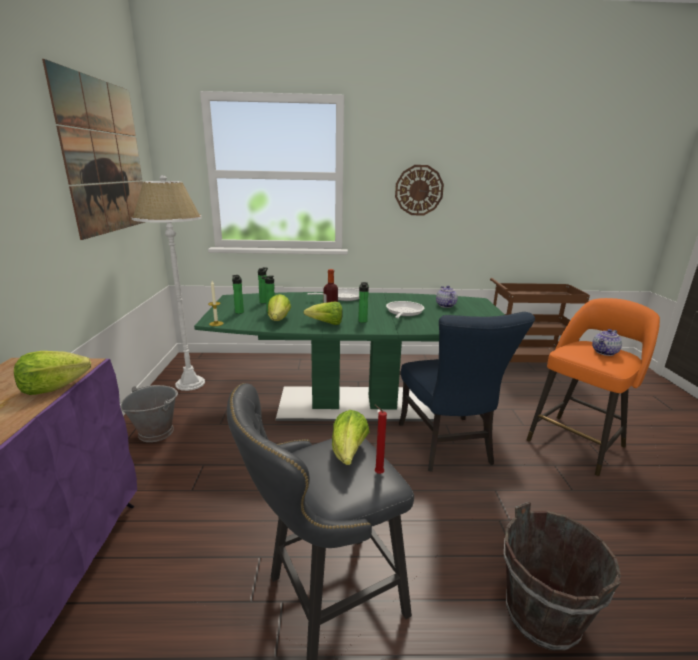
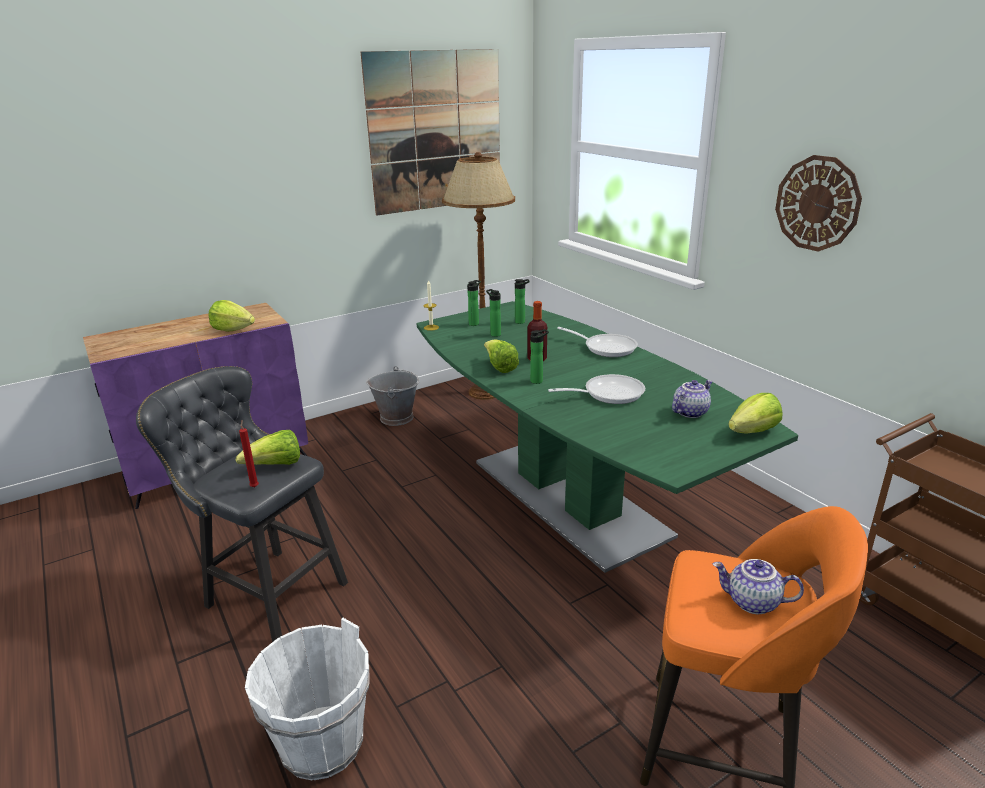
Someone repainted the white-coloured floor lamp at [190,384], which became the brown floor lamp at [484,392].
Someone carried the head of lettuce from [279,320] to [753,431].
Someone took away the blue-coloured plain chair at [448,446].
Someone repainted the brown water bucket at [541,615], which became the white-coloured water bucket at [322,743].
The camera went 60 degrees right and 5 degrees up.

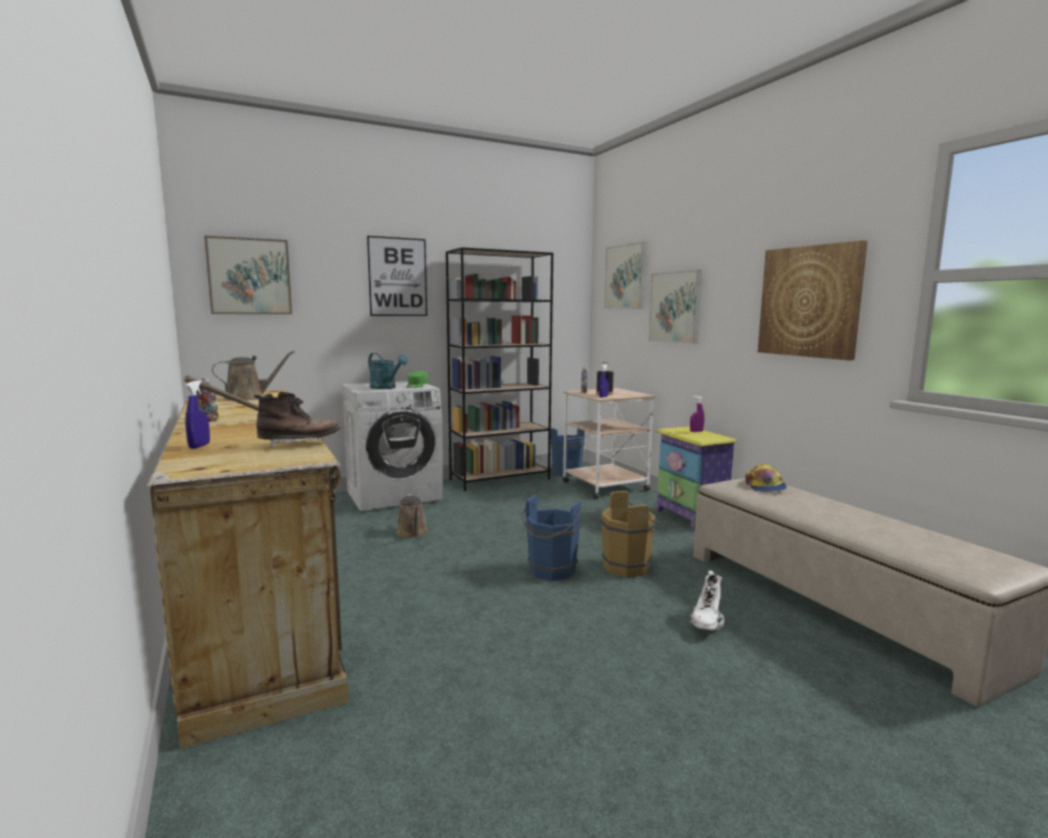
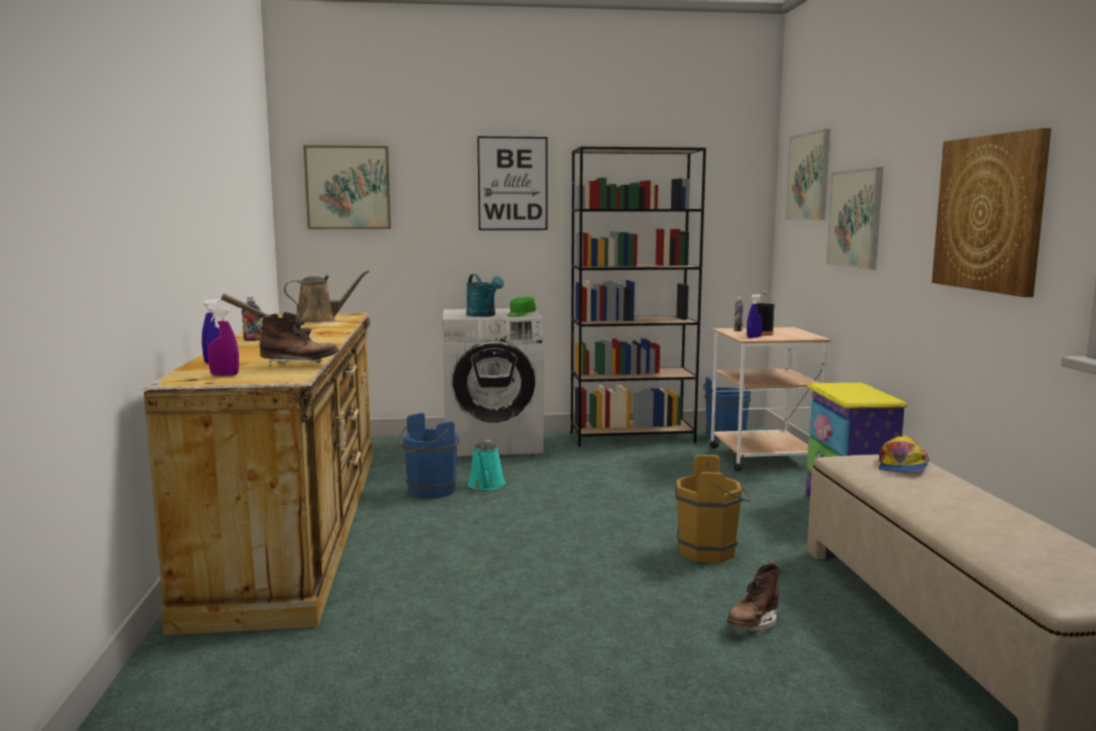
Someone repainted the brown sprinkling can at [412,533], which became the turquoise-coloured sprinkling can at [486,485].
Someone carried the blue-coloured water bucket from [550,572] to [428,492].
Someone repainted the white-coloured boot at [706,623], which became the brown boot at [753,623].
Someone carried the purplish sprayer from [696,431] to [224,375].
The camera went 20 degrees right and 0 degrees up.

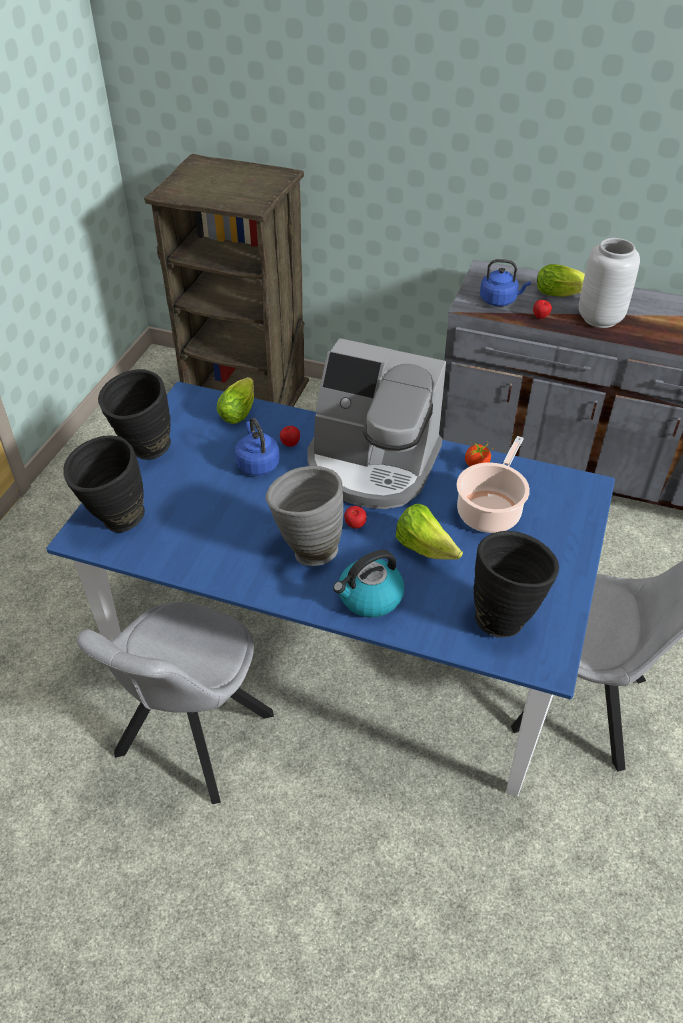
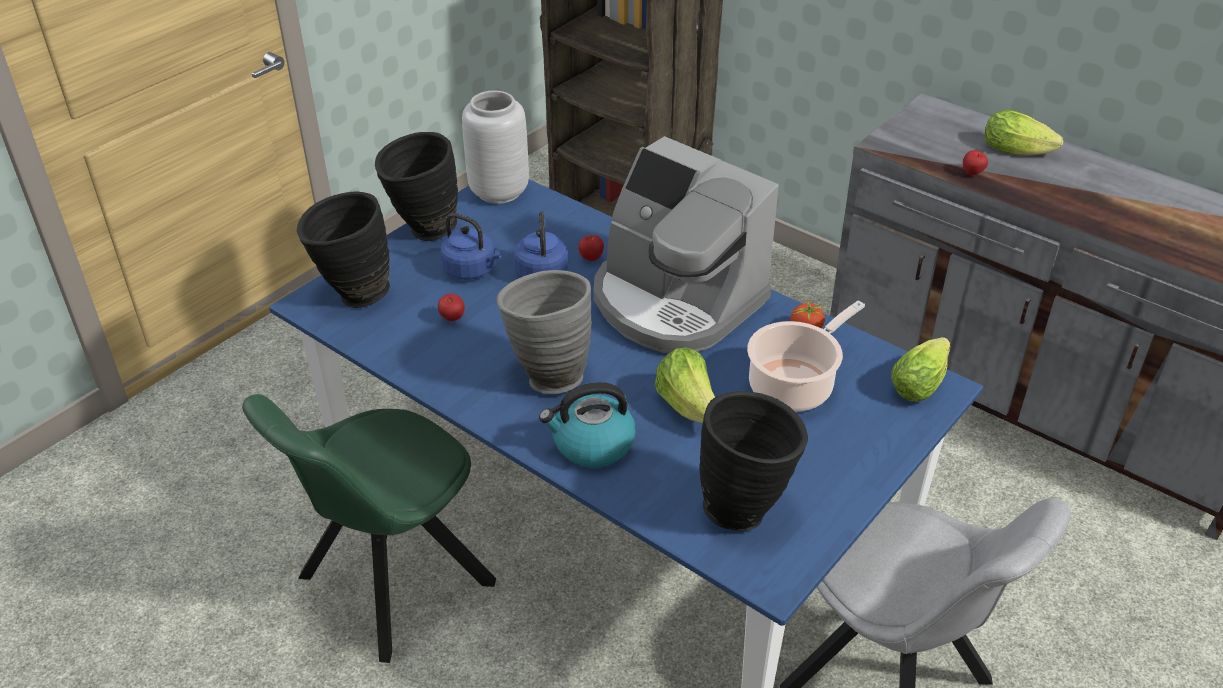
Someone repainted the gray plain chair at [192,737], which became the greenish plain chair at [392,582].
Someone carried the head of lettuce from [240,410] to [921,381].
Someone carried the whole apple from [355,526] to [452,319].
Someone carried the blue-coloured kettle from [500,300] to [472,270].
Someone carried the gray vase from [599,318] to [498,191].
The camera went 20 degrees right and 5 degrees down.

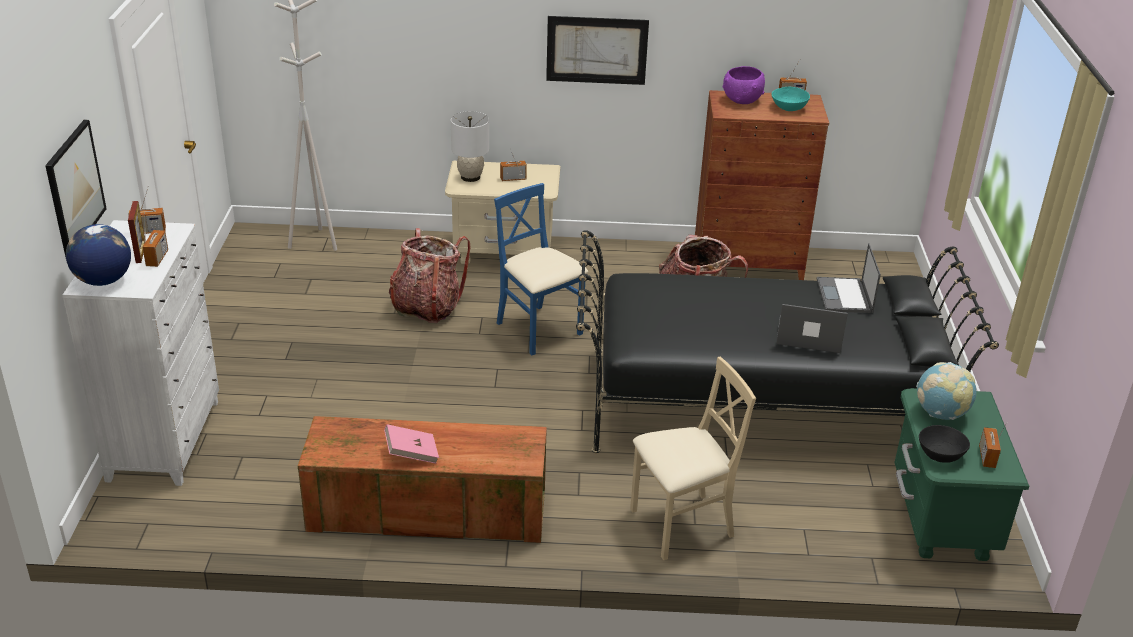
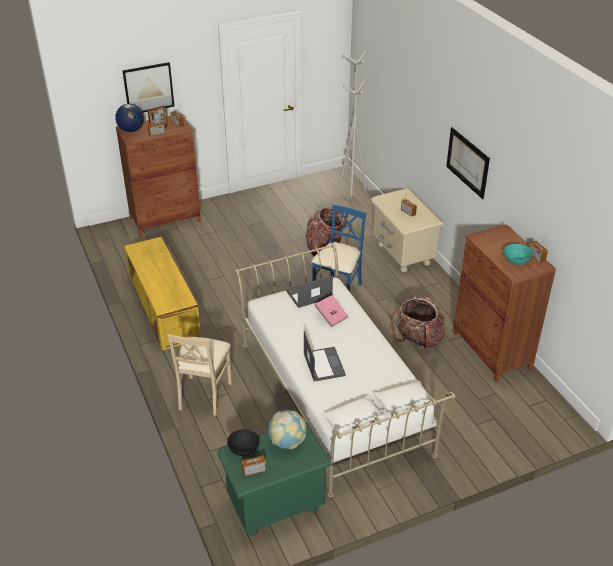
Someone repainted the white-coloured chest of drawers at [168,439], which became the brown chest of drawers at [166,220].
Someone repainted the brown bench at [425,512], which became the yellowish bench at [162,307].
Someone carried the pink-coloured book from [411,454] to [331,316].
Someone took away the white-coloured table lamp at [470,177].
Someone repainted the blackish sleeping bed at [759,406], which became the white-coloured sleeping bed at [333,397].
Someone rotated the beige plain chair at [681,525] by 60 degrees clockwise.
Someone took away the purplish serving bowl at [742,100].
Someone carried the portable computer from [845,296] to [308,294].
The camera went 65 degrees right and 5 degrees up.

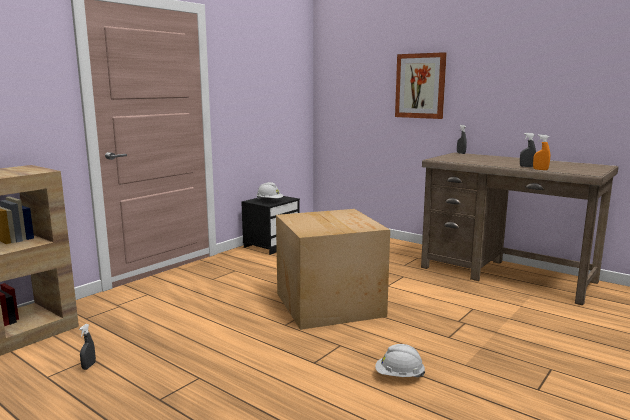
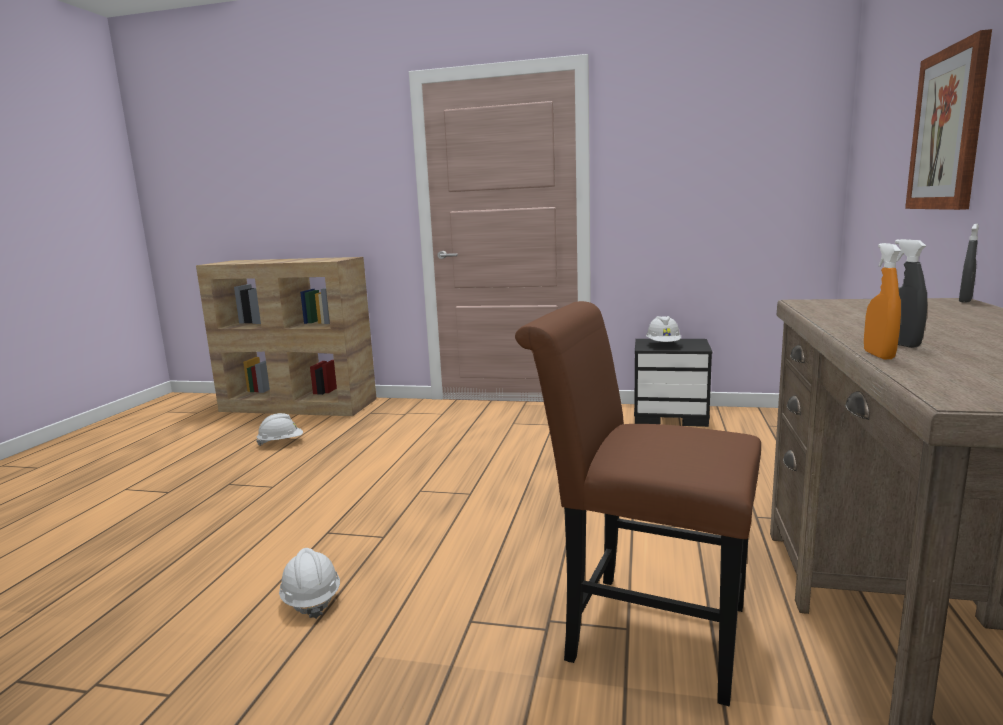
Someone swapped the gray sprayer at [89,366] for the white-coloured safety helmet at [281,442].
Someone took away the carton at [330,304].
Someone put down the brown plain chair at [642,629].
The camera went 65 degrees right and 0 degrees up.

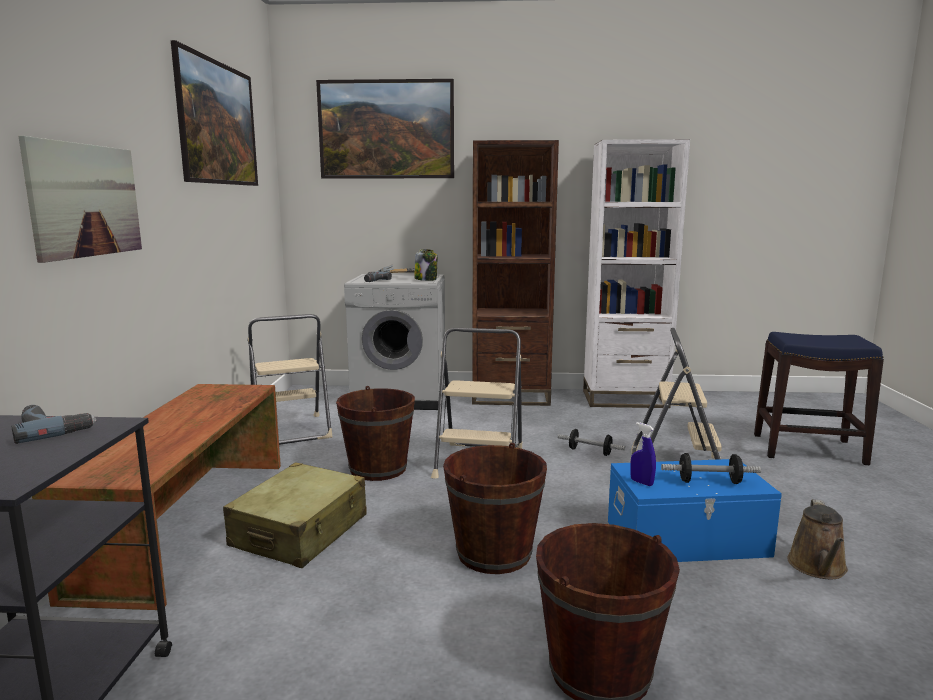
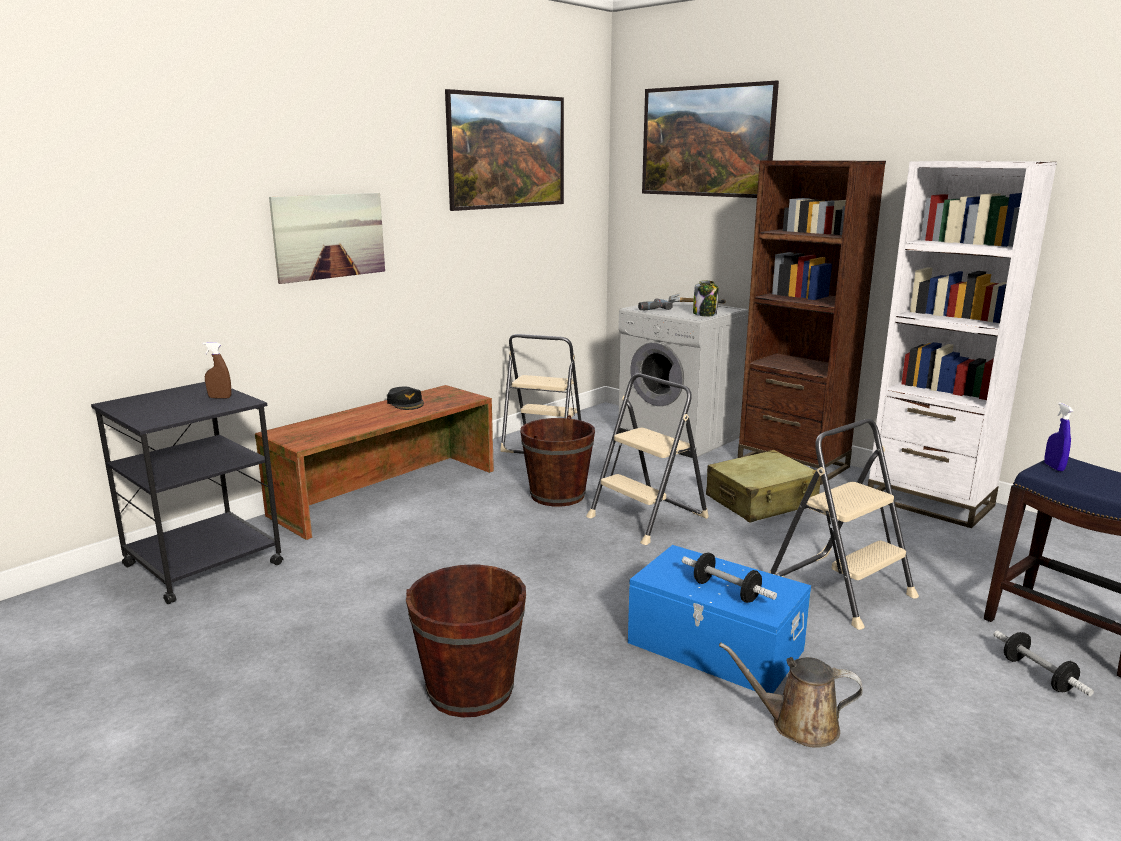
Someone swapped the power drill at [53,428] for the brown sprayer at [220,397].
Someone carried the beige suitcase from [300,531] to [761,501].
Someone took away the brown water bucket at [494,553].
Someone carried the dumbbell from [590,452] to [1037,675].
Someone carried the blue-coloured sprayer from [641,482] to [1054,467].
Someone rotated the brown sprinkling can at [818,568] by 45 degrees clockwise.
Someone put down the blackish peaked cap at [406,403].
The camera went 40 degrees right and 5 degrees up.

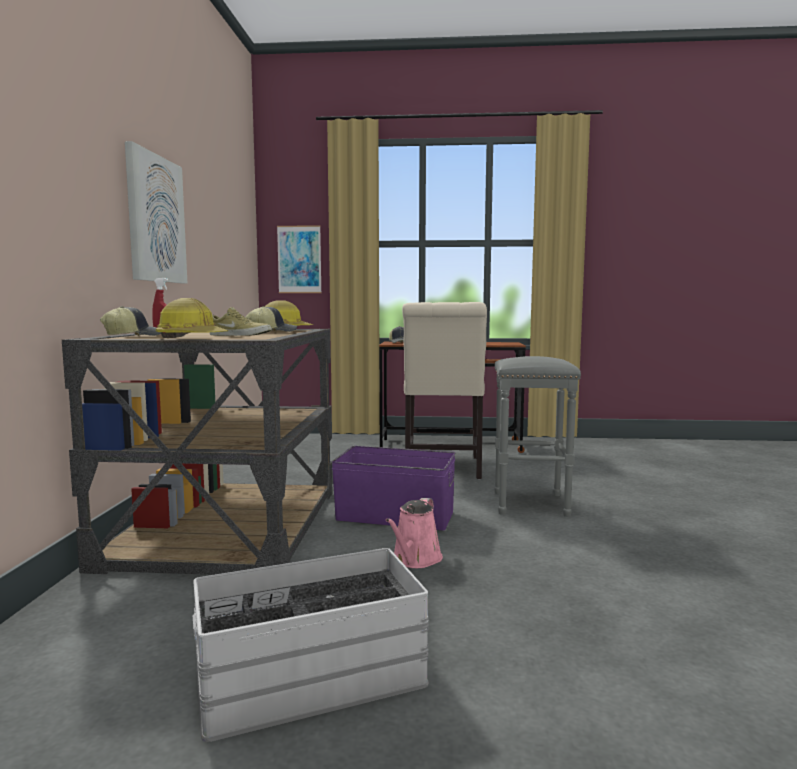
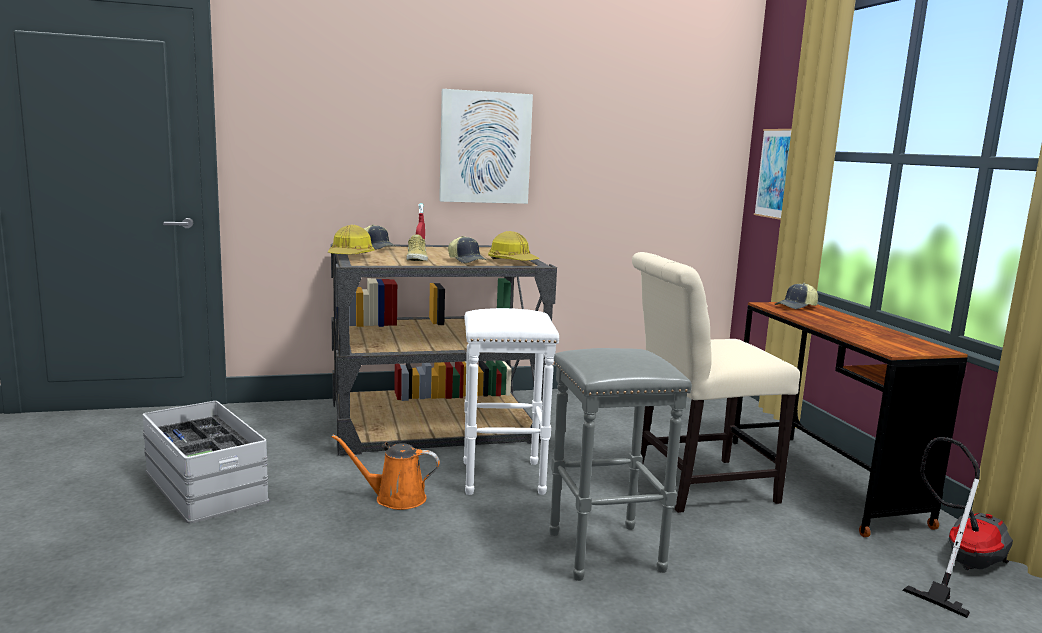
Someone swapped the purplish storage container at [395,516] for the white-coloured stool at [501,478].
Someone repainted the pink-coloured sprinkling can at [415,560], which became the orangey sprinkling can at [395,498].
Someone put down the vacuum at [960,565].
The camera went 70 degrees right and 5 degrees up.

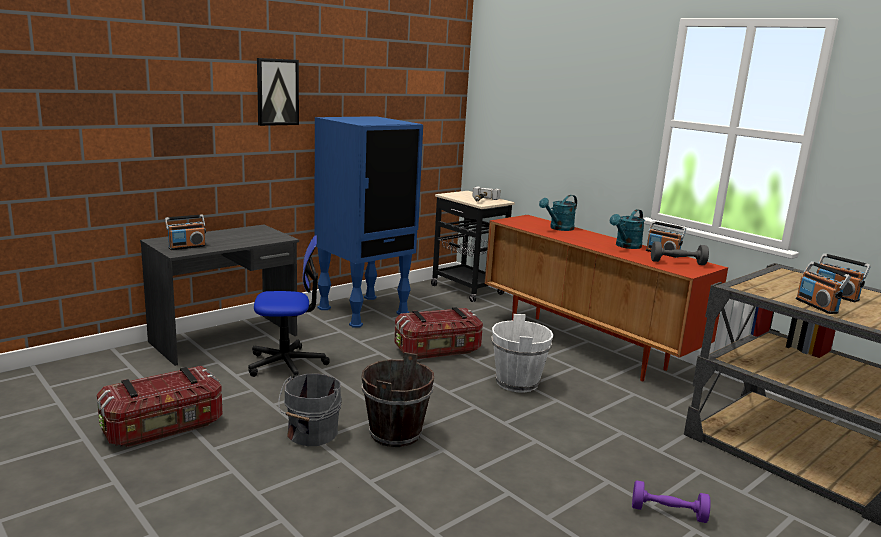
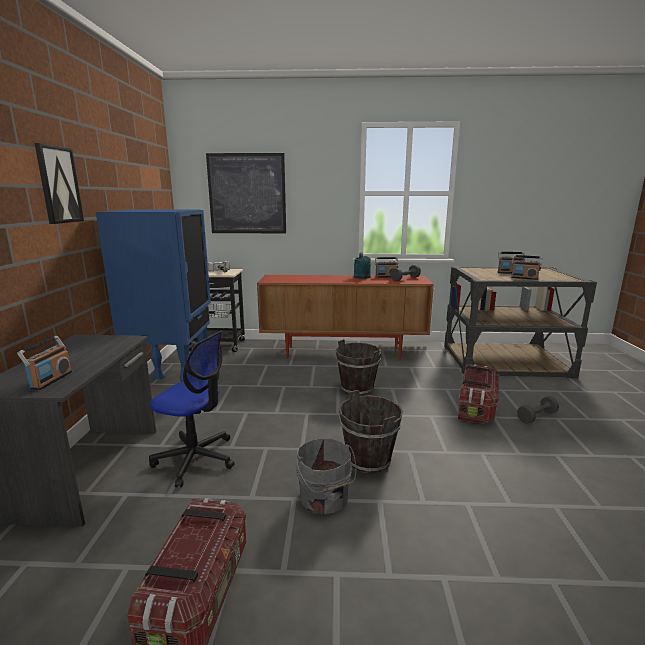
Someone rotated the computer chair at [287,364] by 75 degrees clockwise.
Someone carried the storage container from [438,351] to [476,407].
Someone repainted the white-coloured water bucket at [517,383], which became the brown water bucket at [357,388].
Someone took away the turquoise-coloured sprinkling can at [558,228].
Someone repainted the purplish dumbbell at [668,513], which became the gray dumbbell at [536,417].
Someone put up the picture at [247,194].
The camera went 45 degrees left and 0 degrees up.

